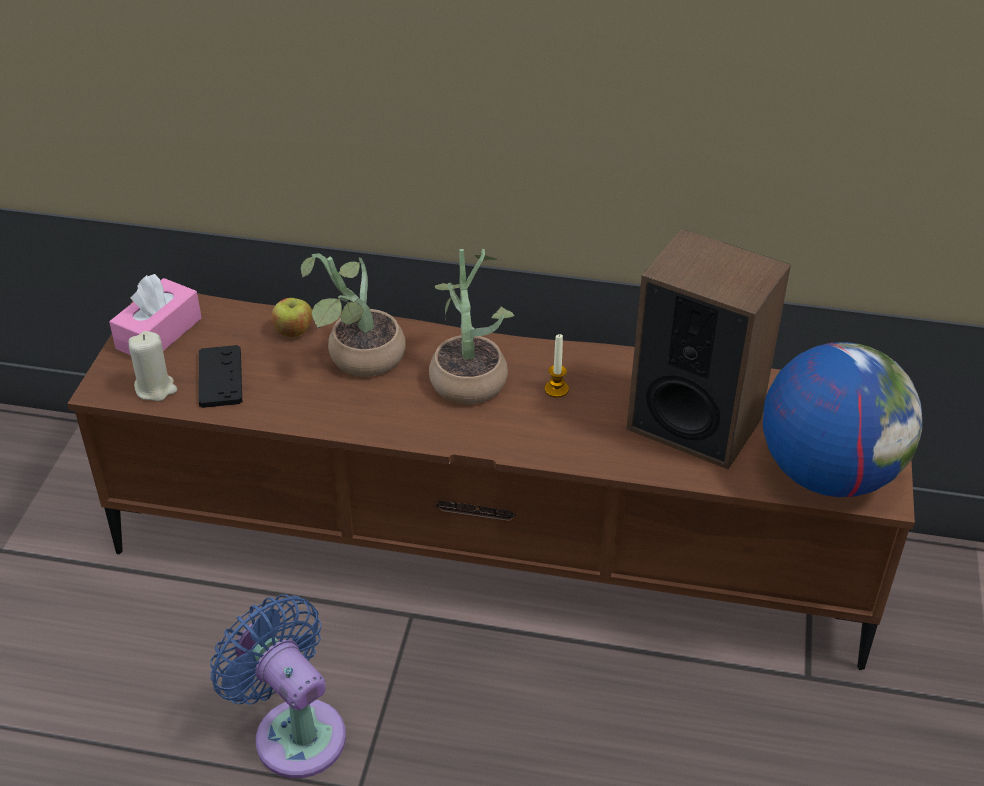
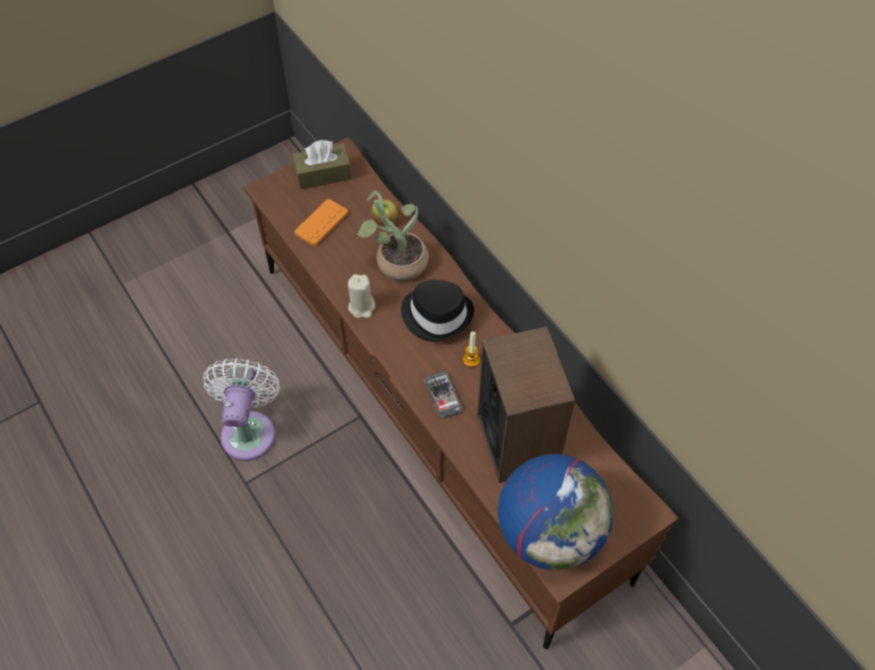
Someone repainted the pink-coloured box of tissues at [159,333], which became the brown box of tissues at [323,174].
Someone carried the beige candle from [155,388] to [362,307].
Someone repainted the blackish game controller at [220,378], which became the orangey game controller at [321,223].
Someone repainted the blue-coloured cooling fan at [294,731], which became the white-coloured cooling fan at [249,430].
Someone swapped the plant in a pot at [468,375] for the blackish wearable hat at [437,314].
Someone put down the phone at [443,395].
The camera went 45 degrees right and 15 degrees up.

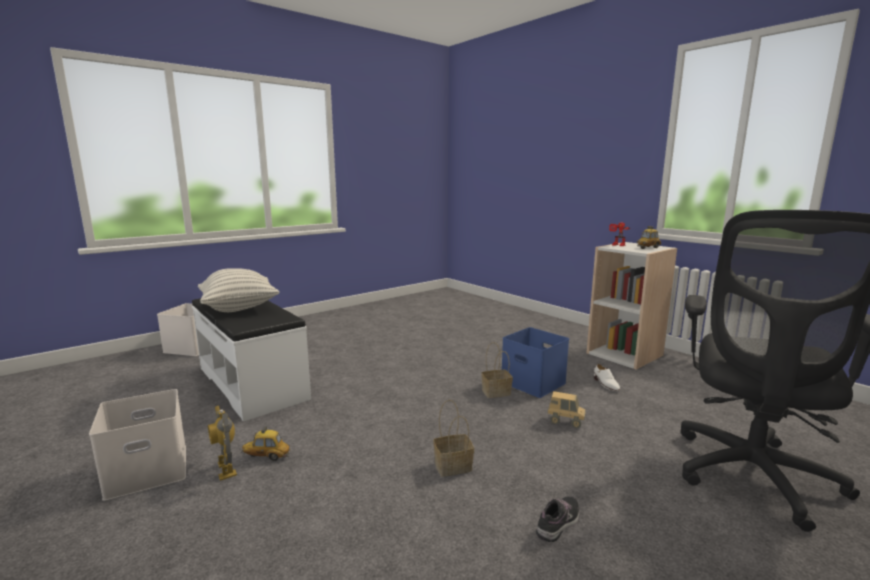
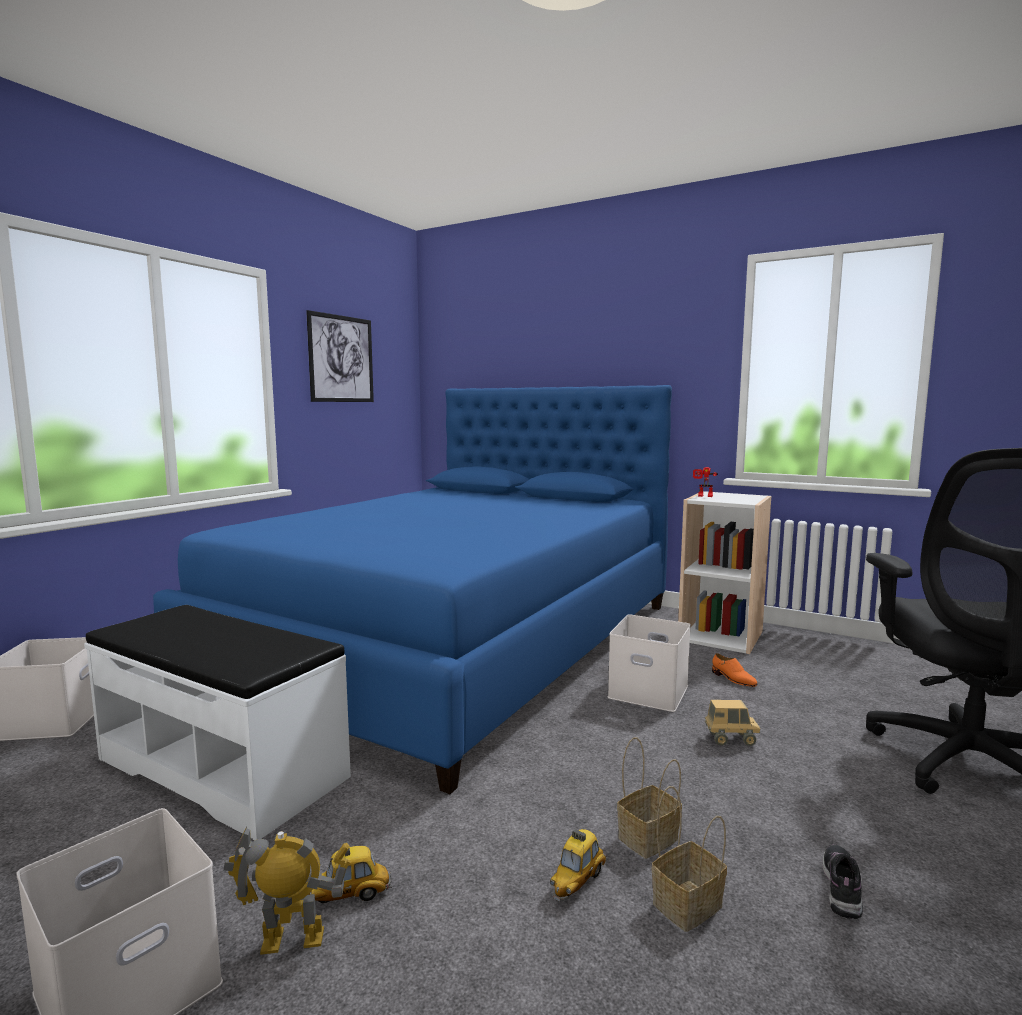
Someone took away the cushion at [239,308].
Someone rotated the robot figure at [226,469] by 135 degrees clockwise.
Someone carried the storage basket from [496,392] to [687,903].
Someone repainted the blue-coloured storage container at [534,382], which became the white-coloured storage container at [650,691].
Someone repainted the white-coloured item of footwear at [605,384], which became the orangey item of footwear at [733,679].
Someone carried the model car from [647,248] to [577,881].
Someone put down the blue-coloured sleeping bed at [455,641].
Someone put up the picture at [341,359].
The camera went 20 degrees left and 5 degrees down.

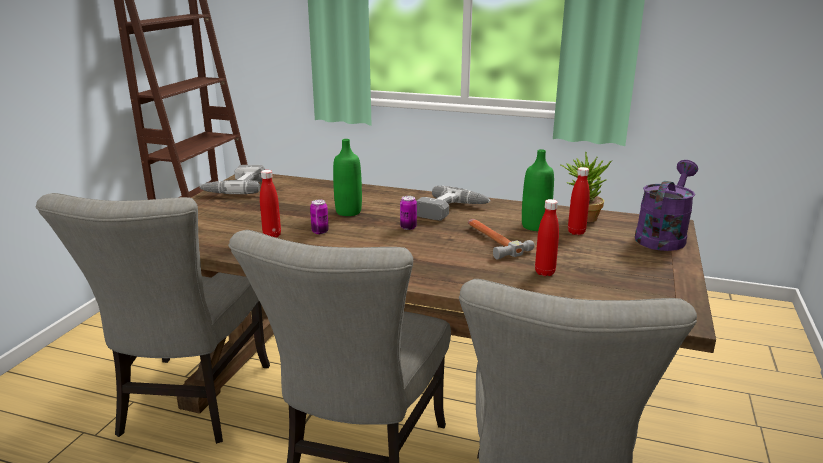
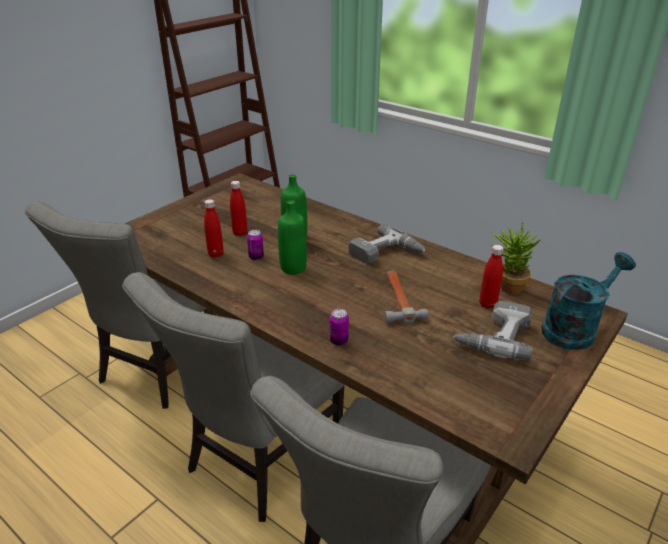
Someone carried the power drill from [235,187] to [494,336].
Someone carried the can from [408,227] to [339,341].
Someone carried the greenish bottle from [535,226] to [293,268].
Someone carried the reddish bottle from [544,272] to [240,233].
Someone repainted the purplish sprinkling can at [662,236], which became the turquoise-coloured sprinkling can at [574,328].
The camera went 20 degrees right and 10 degrees up.

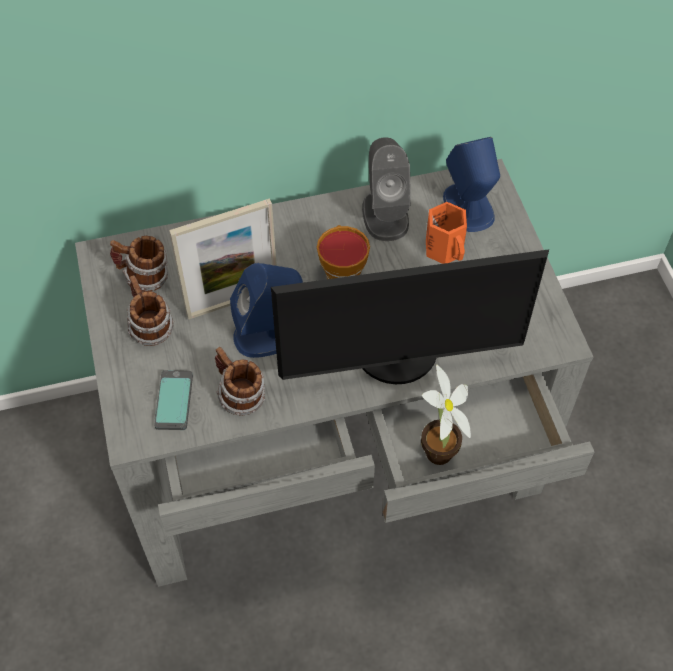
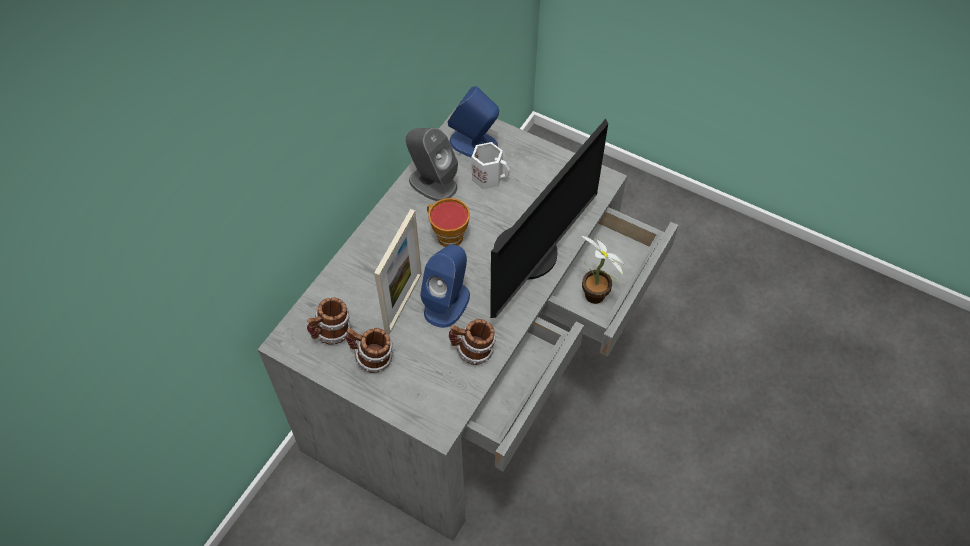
Someone took away the phone at [173,400].
Someone repainted the orangey coffee mug at [446,249], which became the white-coloured coffee mug at [488,177].
The camera went 45 degrees left and 0 degrees up.

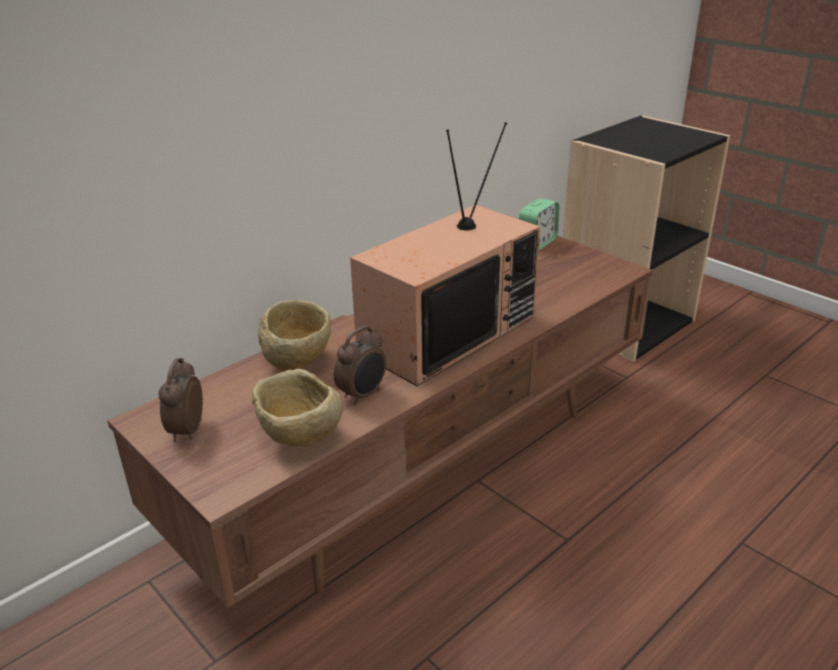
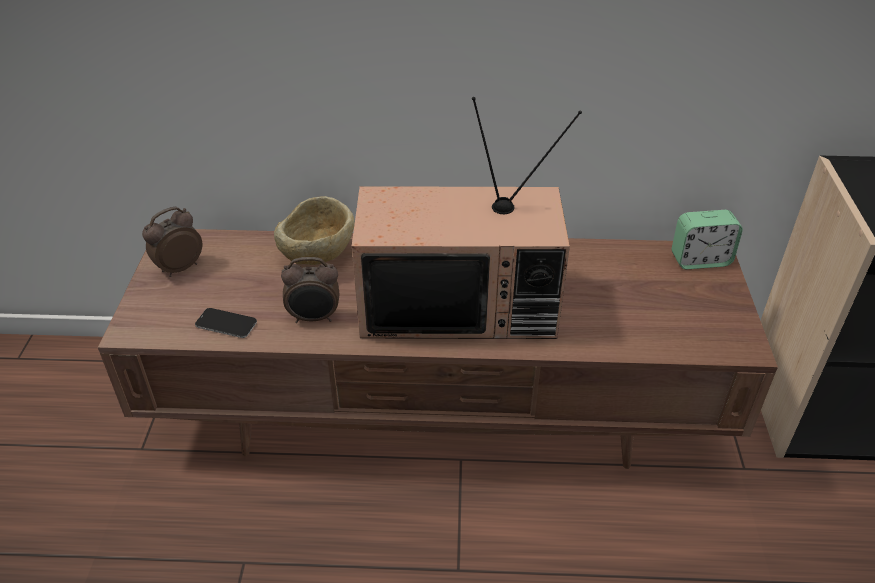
Someone swapped the beige serving bowl at [300,438] for the phone at [226,324].
The camera went 45 degrees right and 10 degrees up.

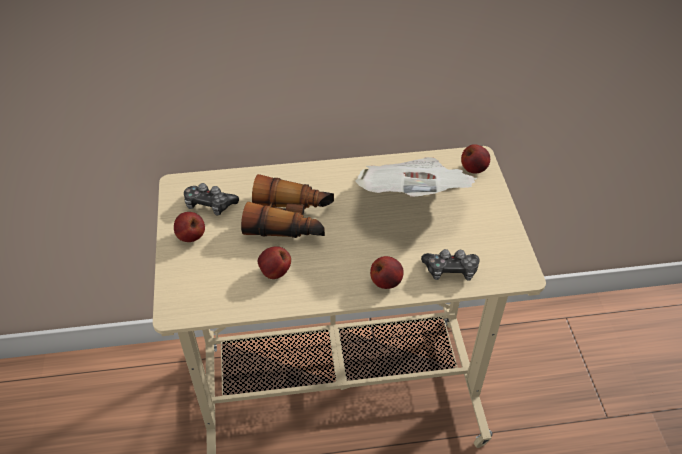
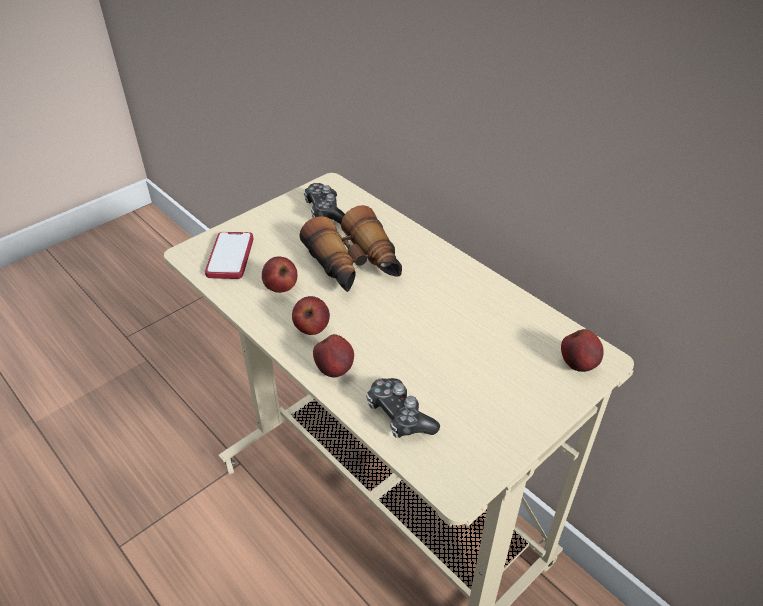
Someone carried the whole apple from [191,237] to [311,328].
Someone took away the daily paper at [413,198].
Someone put down the phone at [230,257].
The camera went 55 degrees right and 5 degrees down.

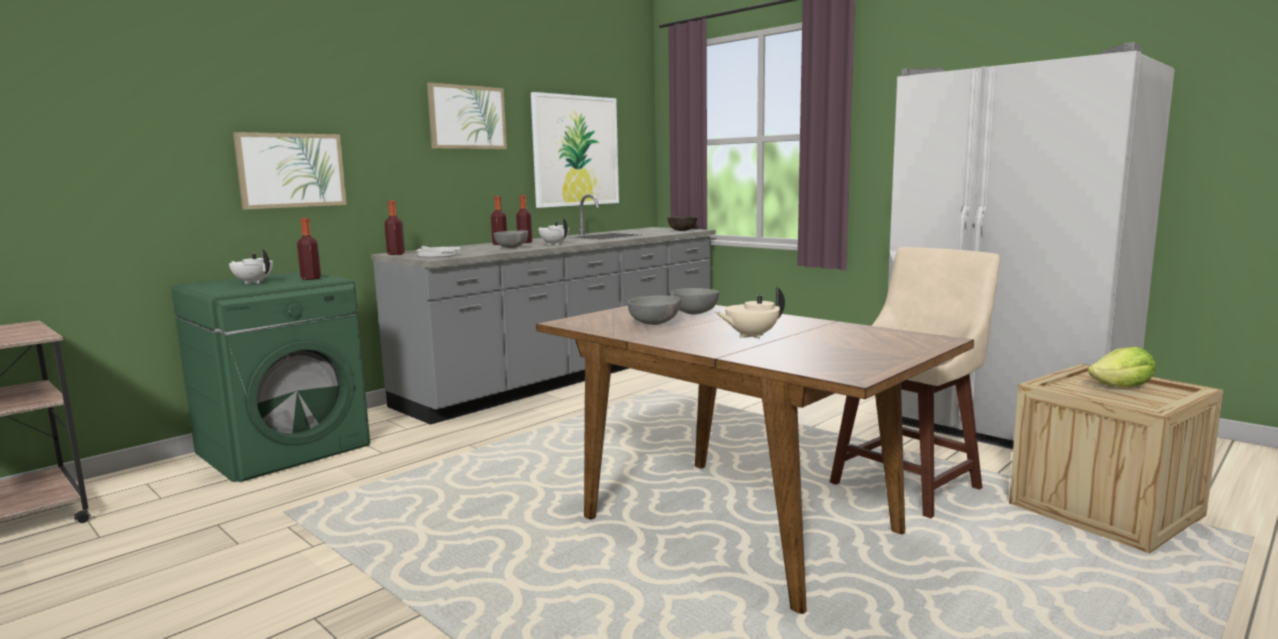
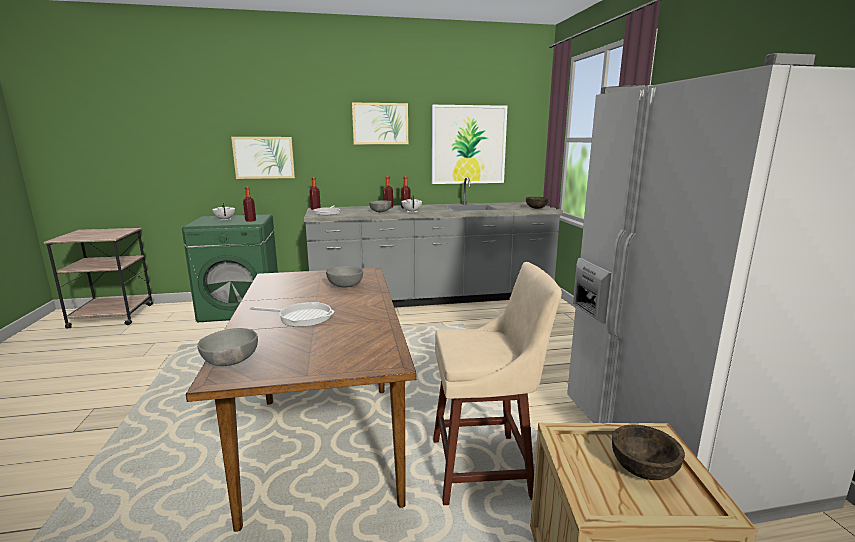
Someone carried the gray serving bowl from [655,324] to [230,363].
Someone swapped the beige teapot at [751,336] for the pan at [302,317].
Someone swapped the head of lettuce at [1122,387] for the brown serving bowl at [643,469].
The camera went 35 degrees right and 5 degrees up.

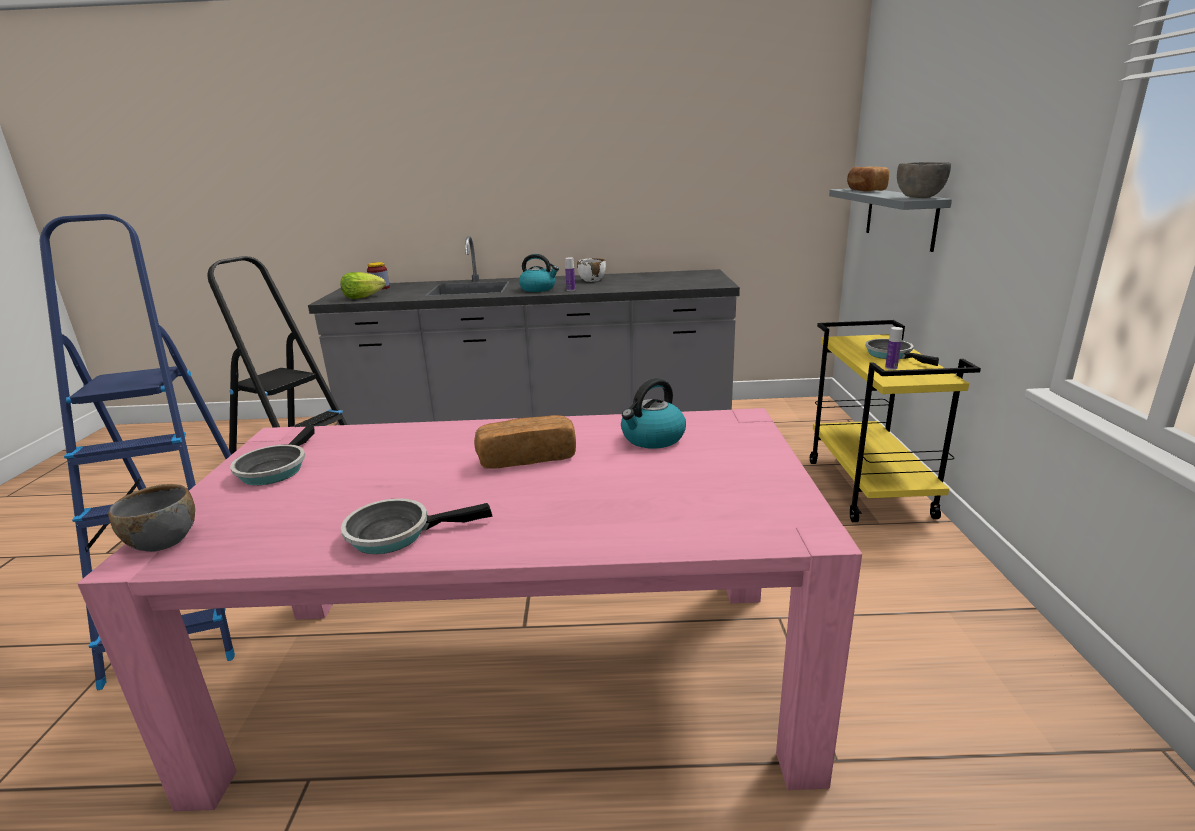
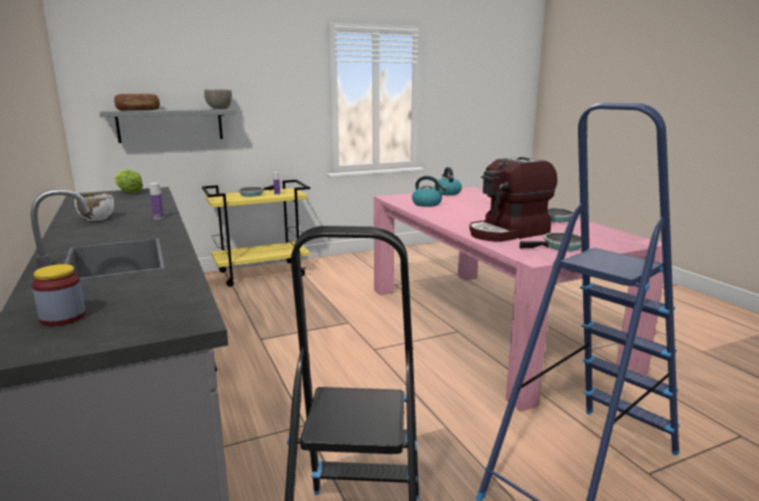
Someone took away the gray serving bowl at [163,540].
Someone carried the head of lettuce from [362,297] to [128,192].
Someone took away the bread at [527,458].
Someone carried the kettle from [538,289] to [447,193].
Someone put down the coffee brewer at [508,233].
The camera went 115 degrees left and 5 degrees down.

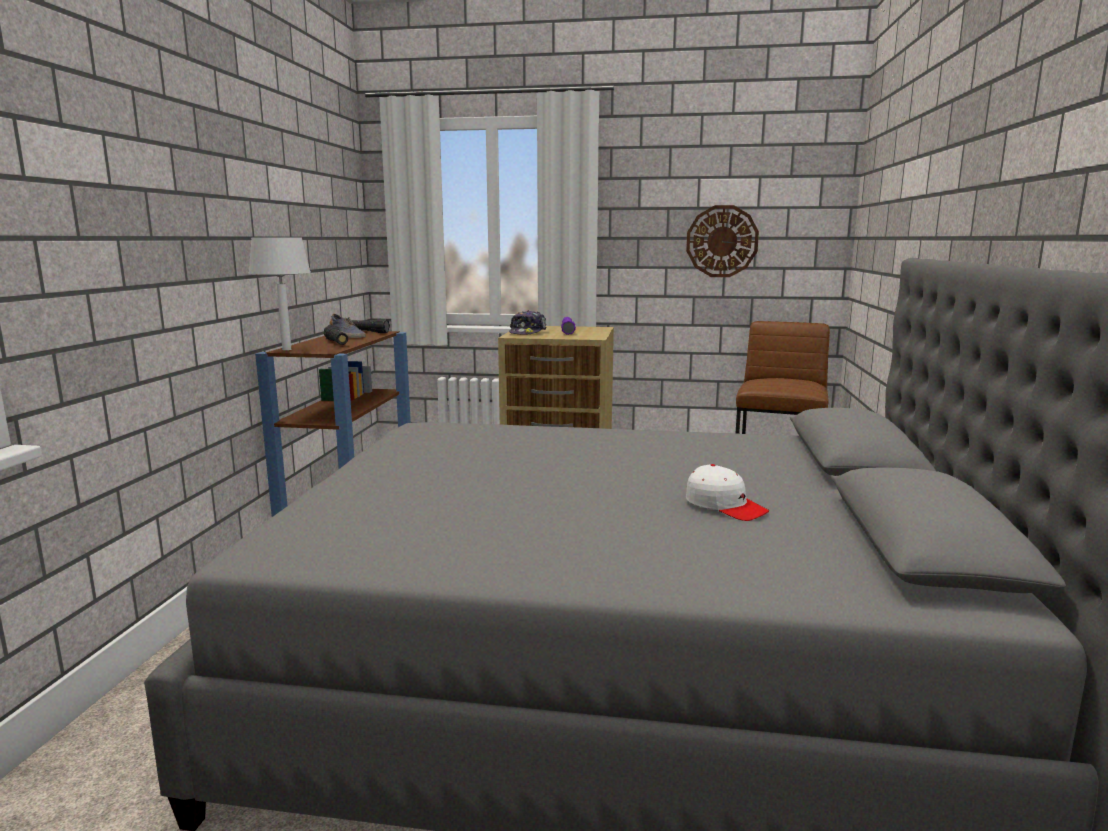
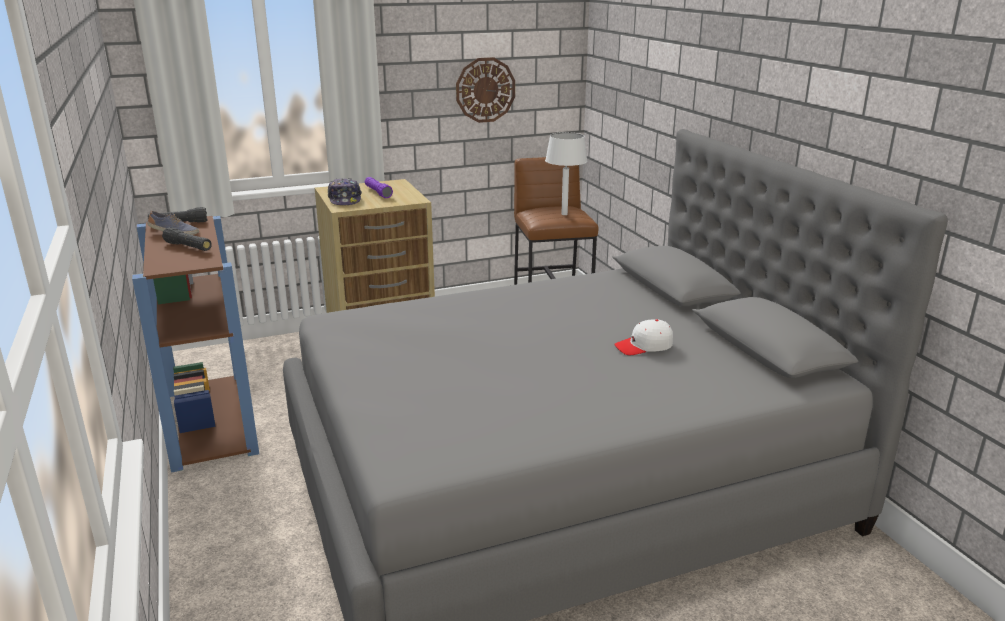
Someone carried the white-coloured table lamp from [286,349] to [564,214].
Someone rotated the white-coloured peaked cap at [725,506] by 150 degrees clockwise.
The camera went 30 degrees left and 10 degrees up.

